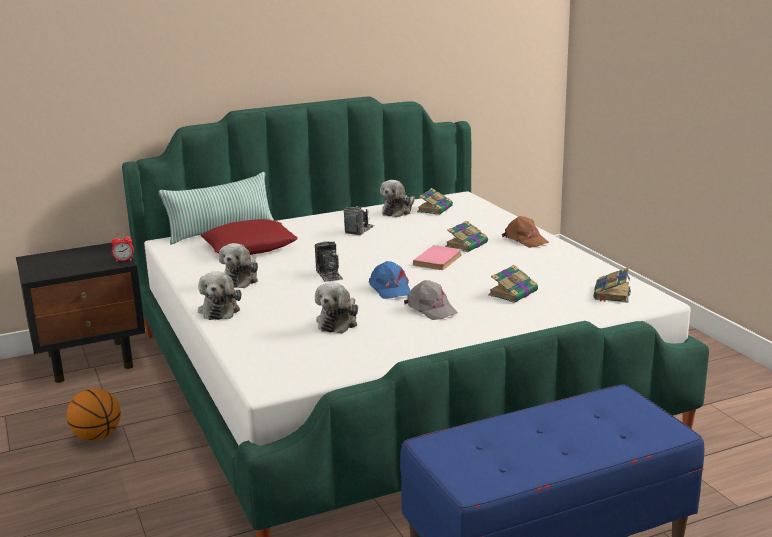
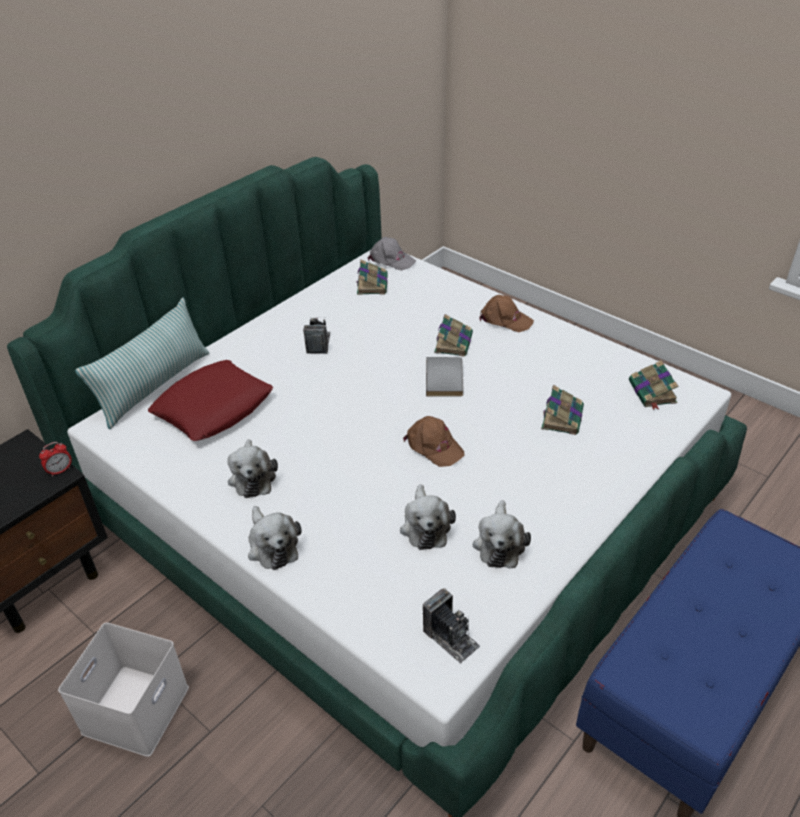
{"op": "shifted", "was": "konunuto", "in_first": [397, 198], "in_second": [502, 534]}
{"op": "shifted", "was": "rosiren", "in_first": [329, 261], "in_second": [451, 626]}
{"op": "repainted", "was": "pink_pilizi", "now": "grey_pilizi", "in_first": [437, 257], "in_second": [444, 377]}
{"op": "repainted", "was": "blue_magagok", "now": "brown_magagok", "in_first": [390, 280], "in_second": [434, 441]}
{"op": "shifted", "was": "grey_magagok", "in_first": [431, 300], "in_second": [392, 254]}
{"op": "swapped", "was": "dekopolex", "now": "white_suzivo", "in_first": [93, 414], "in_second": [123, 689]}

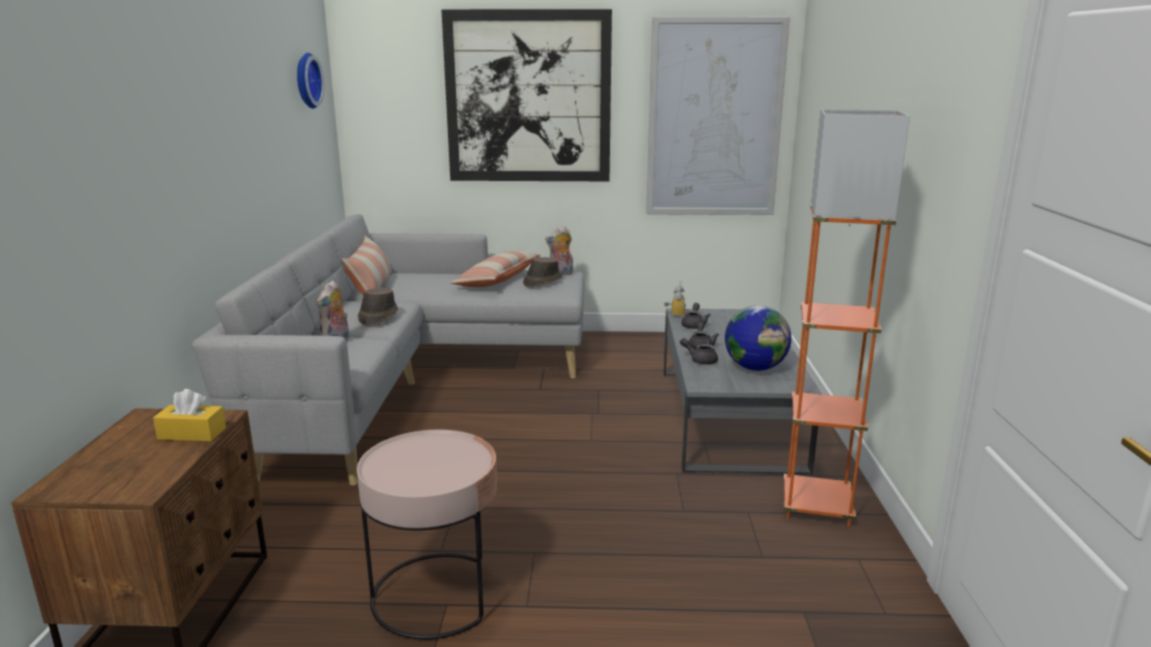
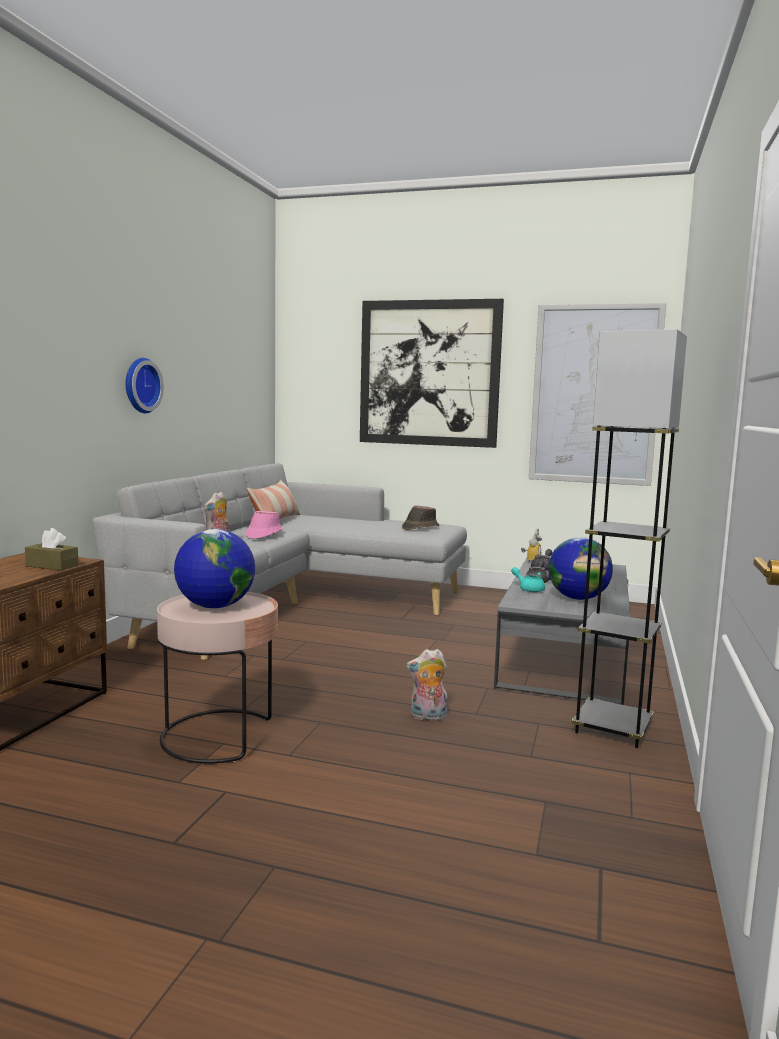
{"op": "shifted", "was": "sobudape", "in_first": [310, 81], "in_second": [144, 385]}
{"op": "repainted", "was": "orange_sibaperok", "now": "grey_sibaperok", "in_first": [847, 318], "in_second": [629, 538]}
{"op": "shifted", "was": "konunuto", "in_first": [559, 251], "in_second": [426, 685]}
{"op": "gone", "was": "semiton", "in_first": [495, 269]}
{"op": "repainted", "was": "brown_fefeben", "now": "pink_fefeben", "in_first": [378, 307], "in_second": [264, 525]}
{"op": "repainted", "was": "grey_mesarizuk", "now": "turquoise_mesarizuk", "in_first": [699, 351], "in_second": [528, 579]}
{"op": "repainted", "was": "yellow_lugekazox", "now": "brown_lugekazox", "in_first": [189, 415], "in_second": [52, 549]}
{"op": "new", "now": "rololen", "in_second": [214, 568]}

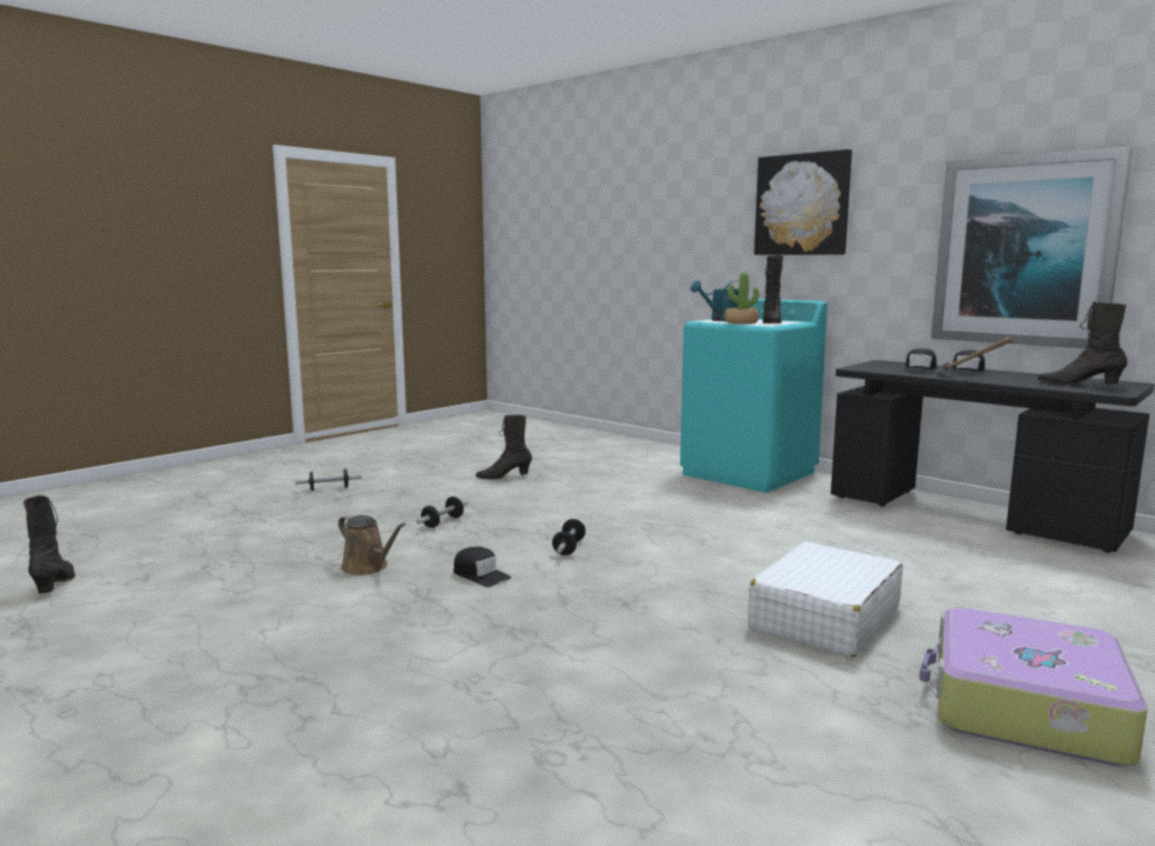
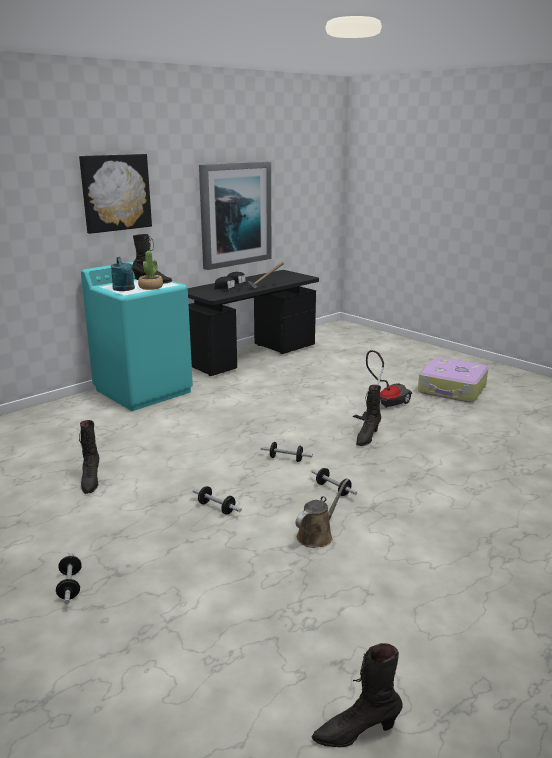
{"op": "shifted", "was": "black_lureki", "in_first": [1082, 344], "in_second": [368, 415]}
{"op": "swapped", "was": "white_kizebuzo", "now": "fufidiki", "in_first": [825, 599], "in_second": [382, 385]}
{"op": "swapped", "was": "black_magagok", "now": "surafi", "in_first": [482, 567], "in_second": [334, 482]}

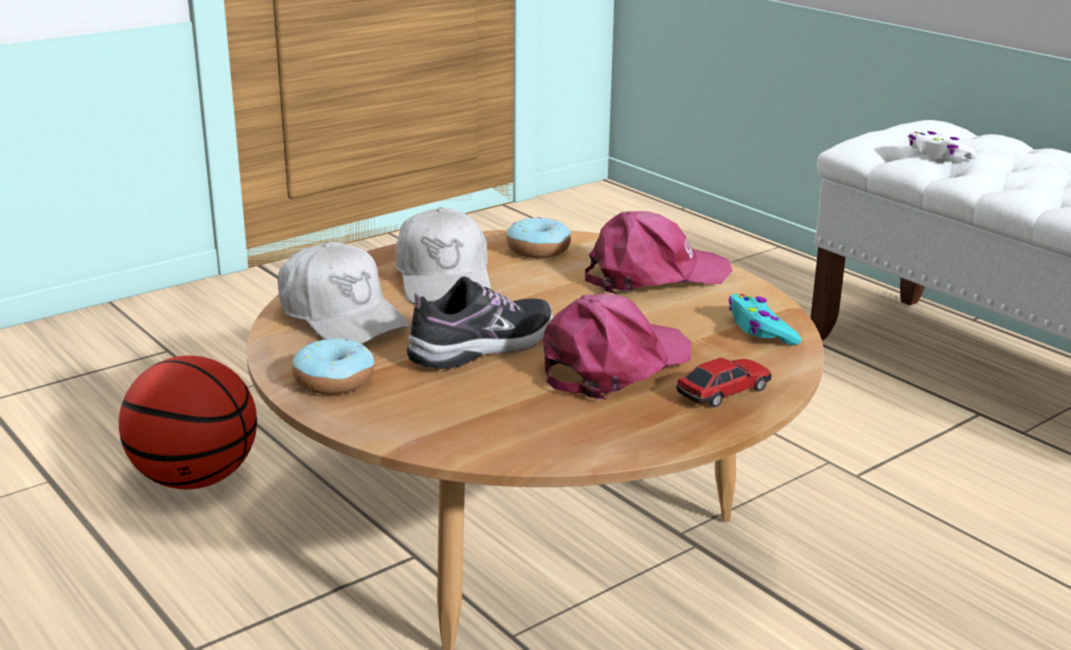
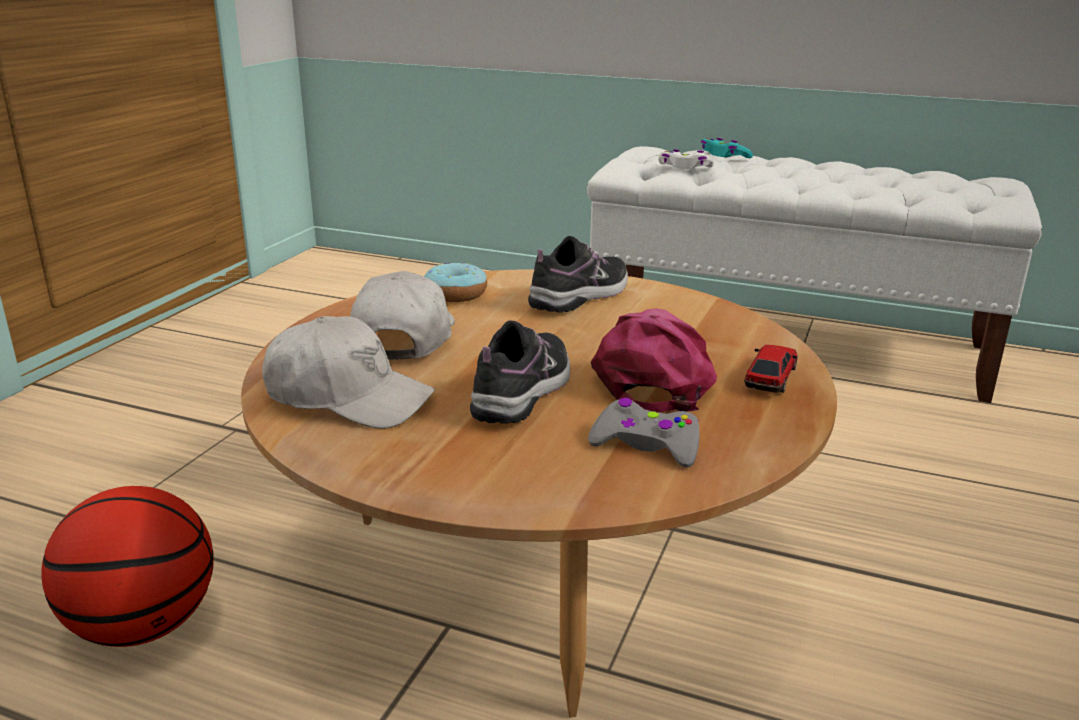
{"op": "rotated", "was": "white_magagok", "in_first": [443, 255], "in_second": [402, 315], "clockwise": -135}
{"op": "swapped", "was": "pink_magagok", "now": "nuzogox", "in_first": [658, 252], "in_second": [578, 274]}
{"op": "shifted", "was": "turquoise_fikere", "in_first": [765, 320], "in_second": [727, 148]}
{"op": "gone", "was": "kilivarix", "in_first": [333, 365]}
{"op": "new", "now": "grey_fikere", "in_second": [644, 433]}

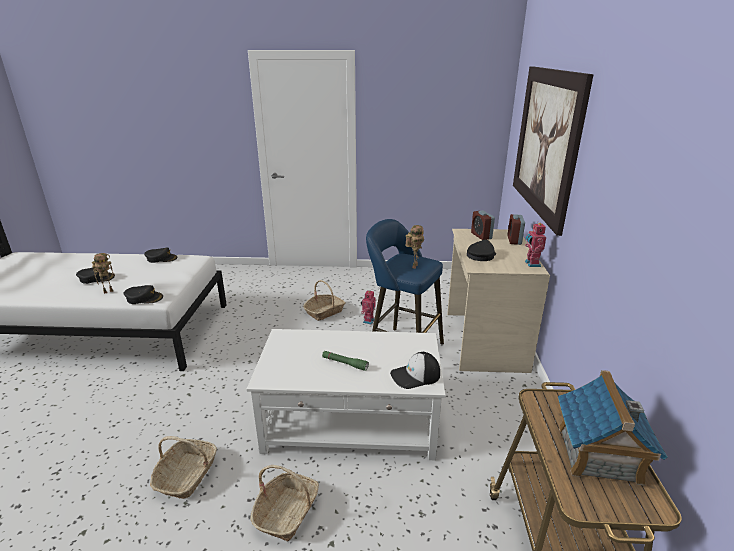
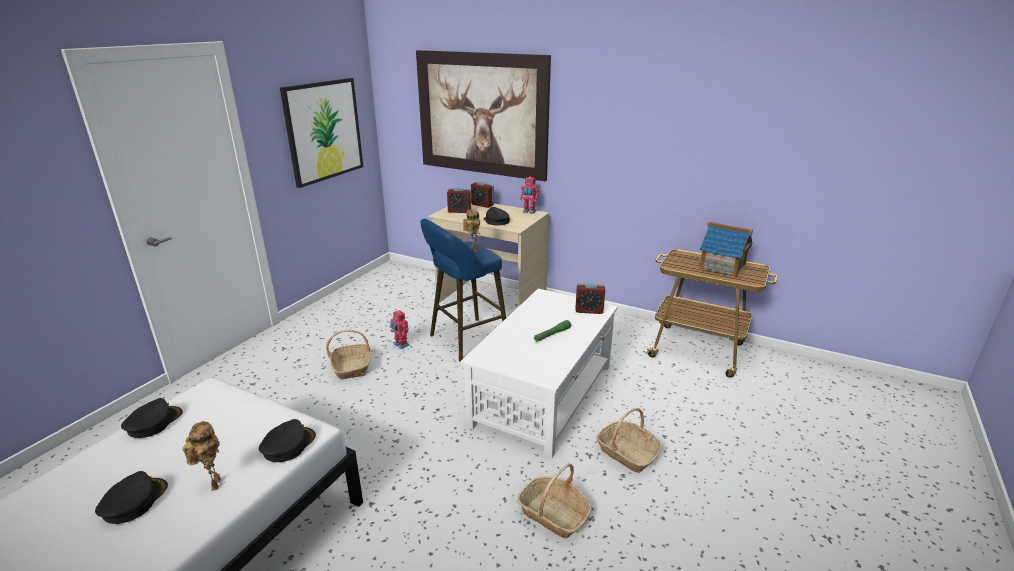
{"op": "swapped", "was": "magagok", "now": "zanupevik", "in_first": [415, 370], "in_second": [590, 298]}
{"op": "new", "now": "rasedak", "in_second": [321, 133]}

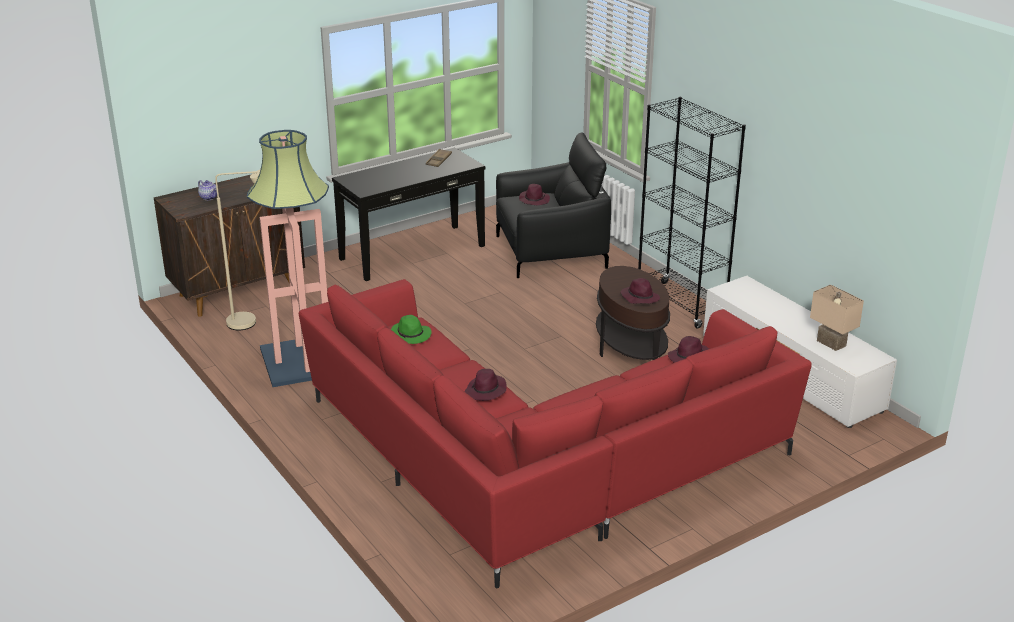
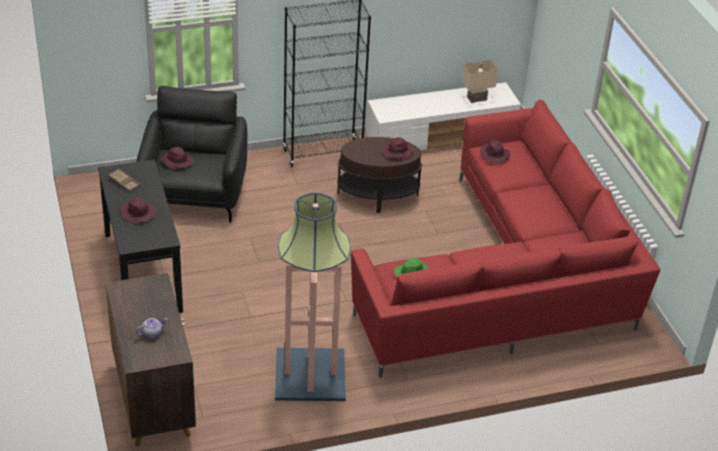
{"op": "gone", "was": "beige_sibaperok", "in_first": [237, 250]}
{"op": "shifted", "was": "purple_fefeben", "in_first": [486, 385], "in_second": [138, 210]}

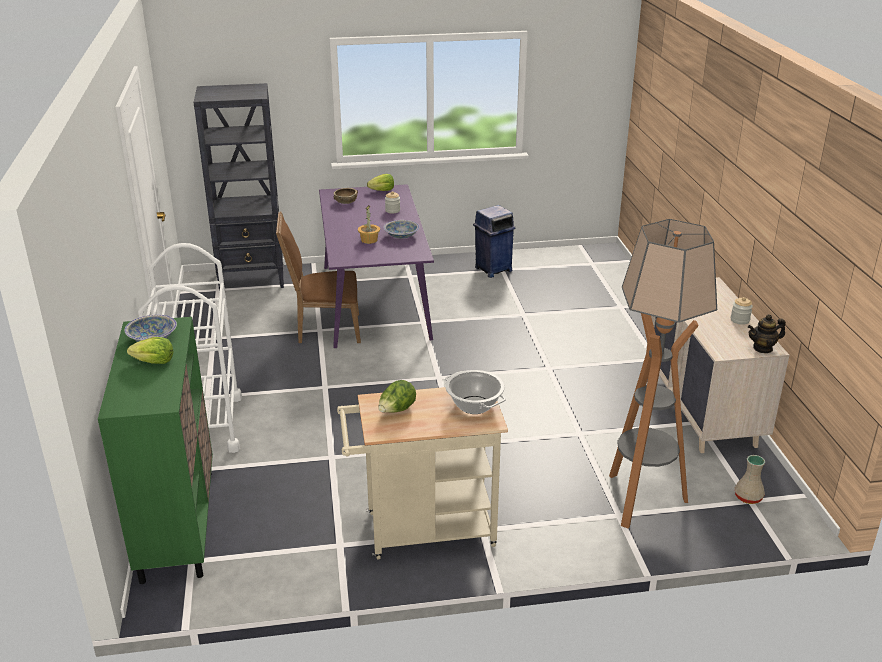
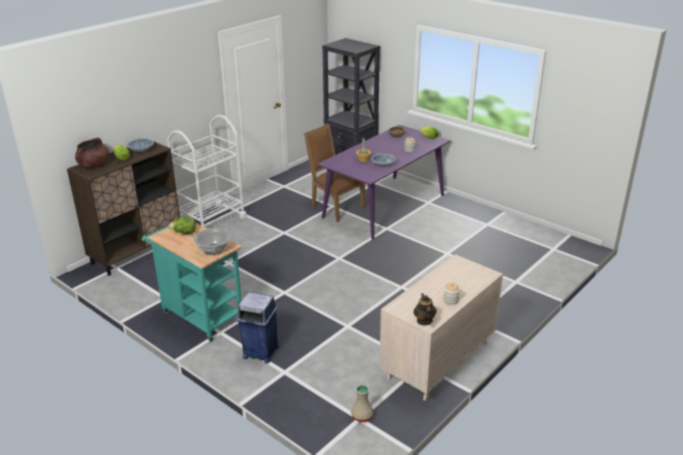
{"op": "shifted", "was": "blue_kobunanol", "in_first": [494, 241], "in_second": [257, 327]}
{"op": "gone", "was": "sibaperok", "in_first": [663, 374]}
{"op": "rotated", "was": "mesarizuk", "in_first": [767, 333], "in_second": [425, 309], "clockwise": 45}
{"op": "repainted", "was": "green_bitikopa", "now": "brown_bitikopa", "in_first": [155, 450], "in_second": [123, 209]}
{"op": "repainted", "was": "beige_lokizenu", "now": "turquoise_lokizenu", "in_first": [422, 473], "in_second": [192, 282]}
{"op": "new", "now": "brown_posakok", "in_second": [92, 152]}

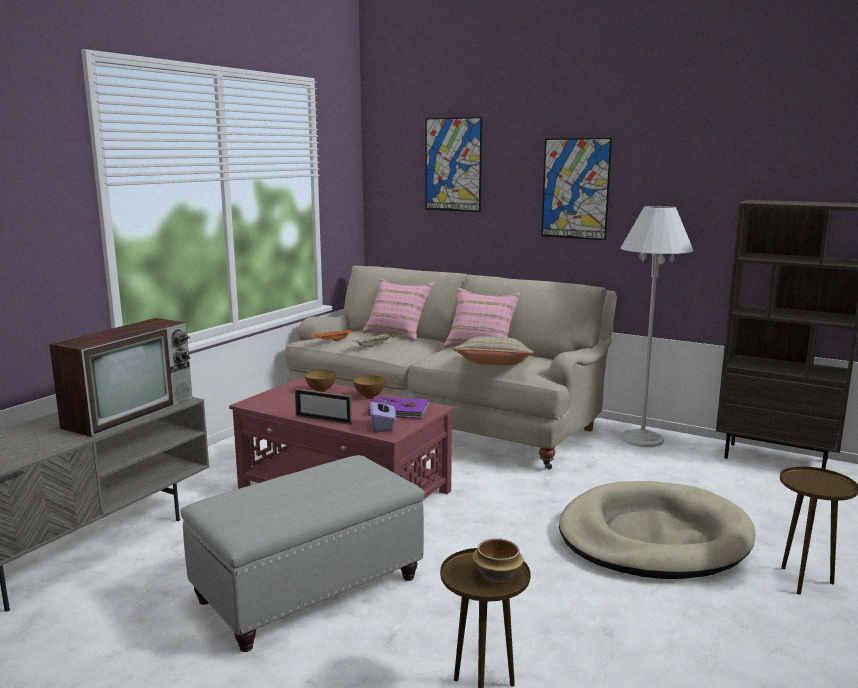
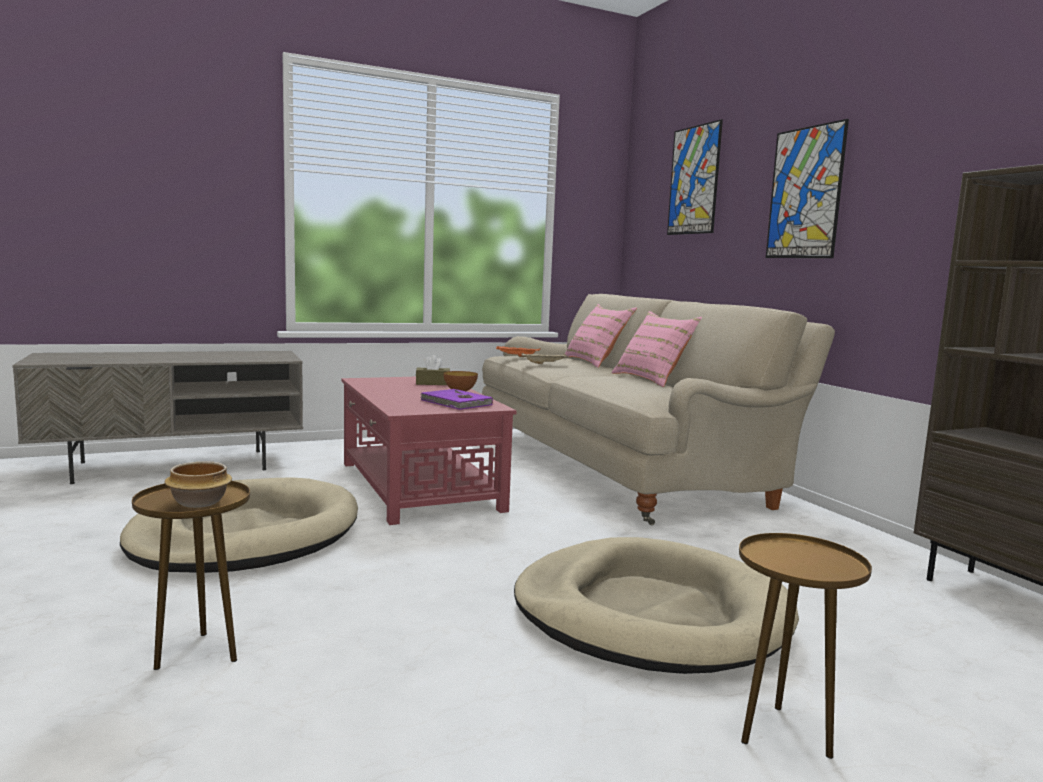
{"op": "gone", "was": "white_sibaperok", "in_first": [657, 326]}
{"op": "gone", "was": "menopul", "in_first": [120, 377]}
{"op": "gone", "was": "beige_semiton", "in_first": [493, 350]}
{"op": "swapped", "was": "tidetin", "now": "brown_lugekazox", "in_first": [320, 381], "in_second": [433, 370]}
{"op": "gone", "was": "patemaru", "in_first": [323, 406]}
{"op": "gone", "was": "purple_lugekazox", "in_first": [383, 415]}
{"op": "swapped", "was": "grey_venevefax", "now": "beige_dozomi", "in_first": [302, 553], "in_second": [239, 525]}

